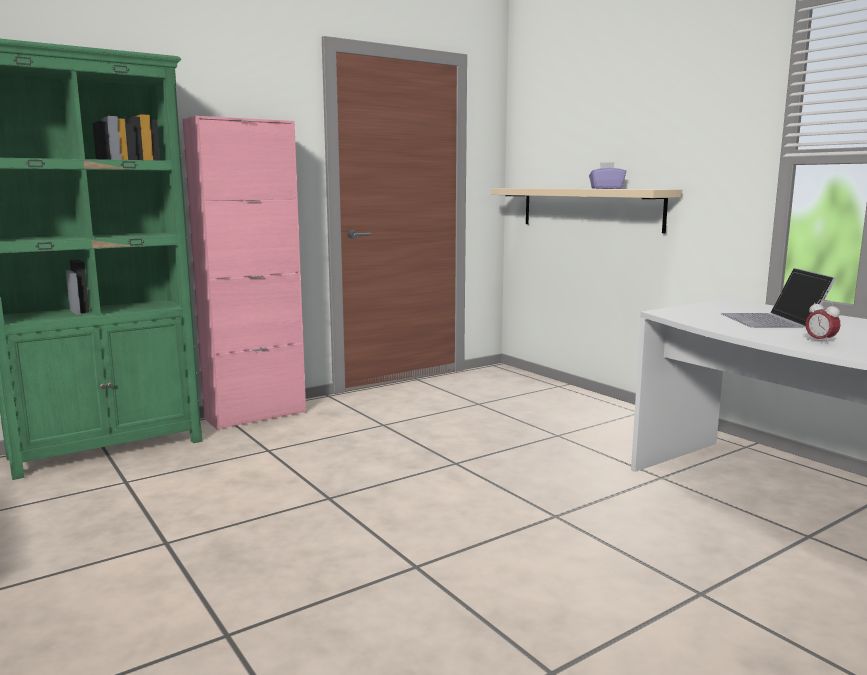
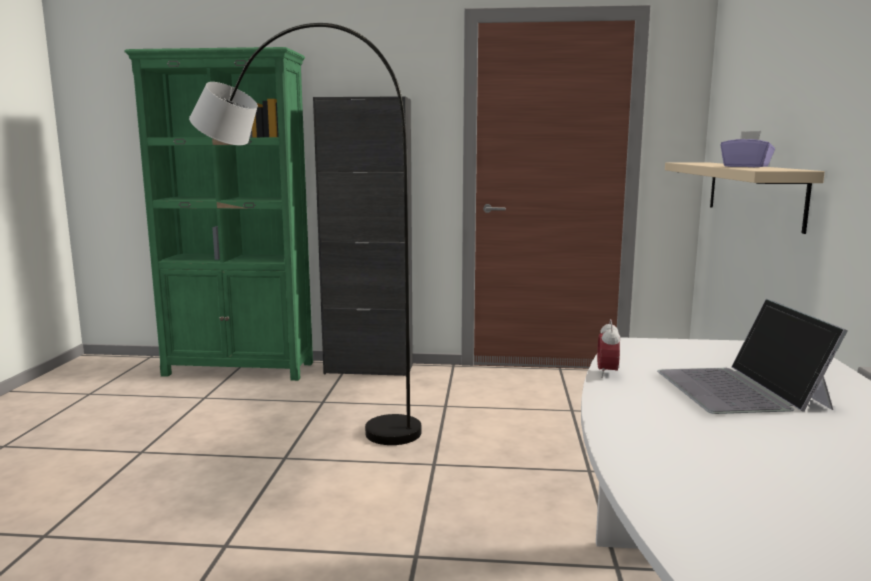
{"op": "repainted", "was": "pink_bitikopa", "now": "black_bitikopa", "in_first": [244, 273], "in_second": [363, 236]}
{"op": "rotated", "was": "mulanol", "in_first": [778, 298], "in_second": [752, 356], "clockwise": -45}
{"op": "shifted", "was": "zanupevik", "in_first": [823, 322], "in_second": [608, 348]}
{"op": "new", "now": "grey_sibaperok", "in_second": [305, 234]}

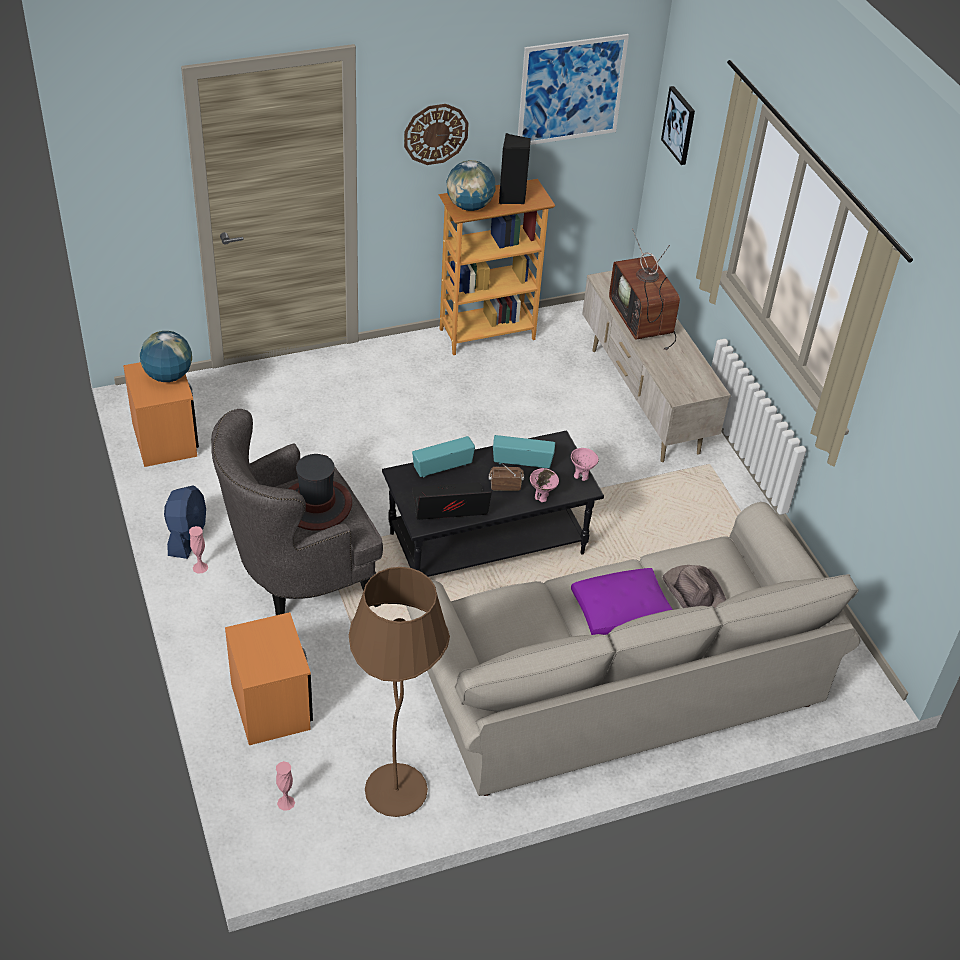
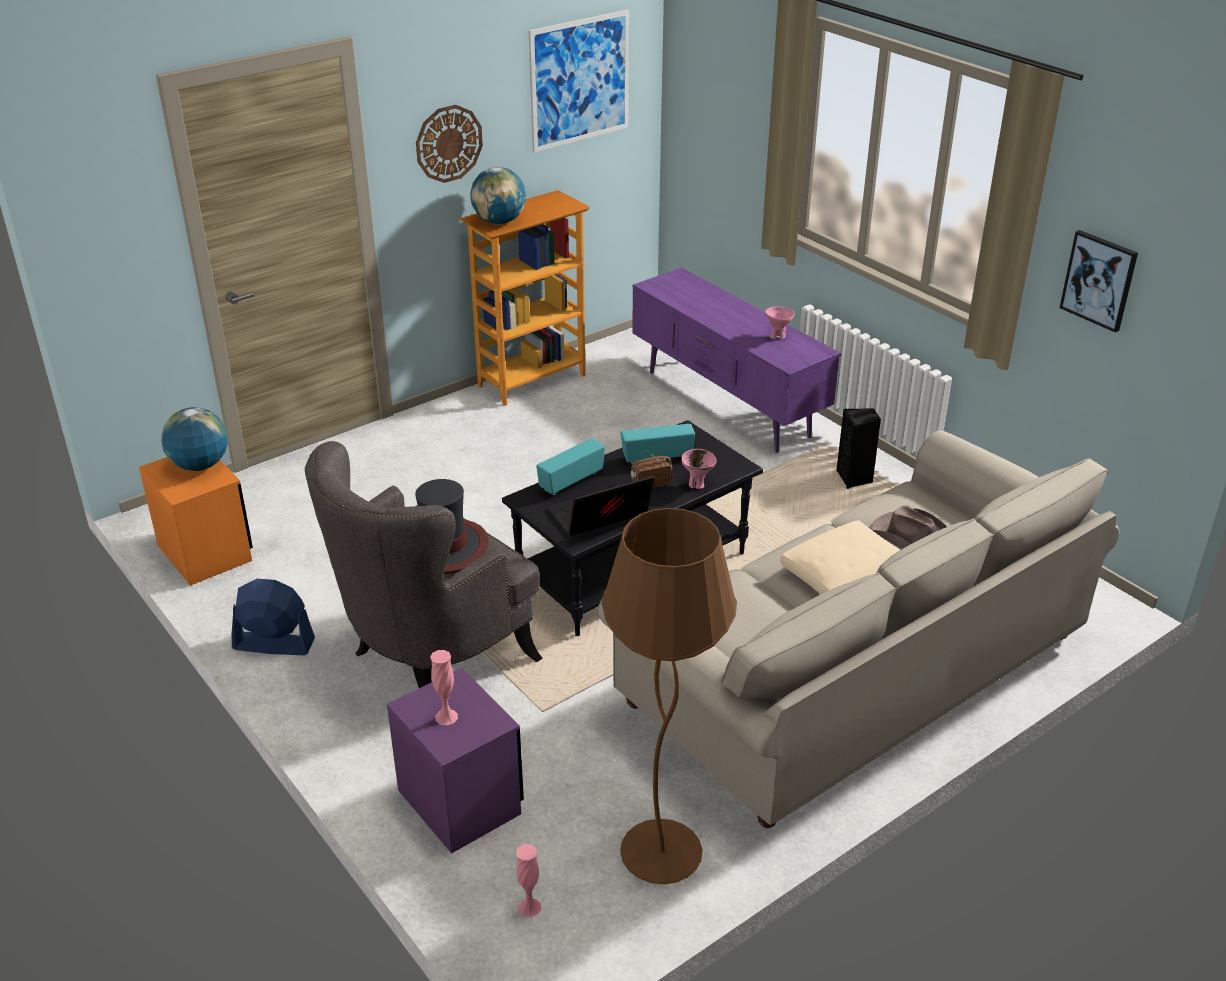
{"op": "shifted", "was": "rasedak", "in_first": [678, 125], "in_second": [1099, 281]}
{"op": "shifted", "was": "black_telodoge", "in_first": [515, 168], "in_second": [858, 448]}
{"op": "gone", "was": "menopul", "in_first": [644, 289]}
{"op": "repainted", "was": "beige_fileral", "now": "purple_fileral", "in_first": [656, 366], "in_second": [736, 360]}
{"op": "shifted", "was": "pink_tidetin", "in_first": [585, 464], "in_second": [780, 322]}
{"op": "rotated", "was": "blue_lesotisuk", "in_first": [185, 522], "in_second": [273, 617], "clockwise": -75}
{"op": "shifted", "was": "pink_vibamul", "in_first": [198, 550], "in_second": [444, 687]}
{"op": "repainted", "was": "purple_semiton", "now": "beige_semiton", "in_first": [622, 601], "in_second": [840, 557]}
{"op": "repainted", "was": "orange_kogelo", "now": "purple_kogelo", "in_first": [269, 678], "in_second": [455, 761]}

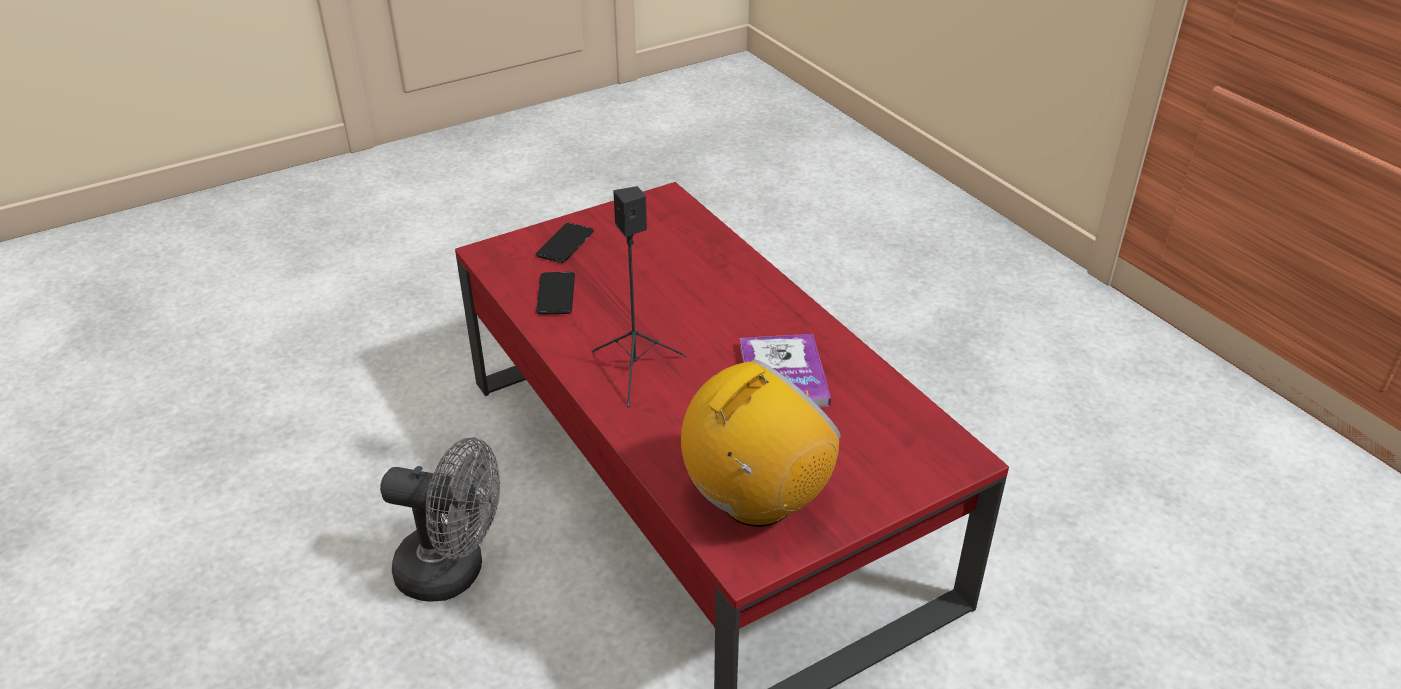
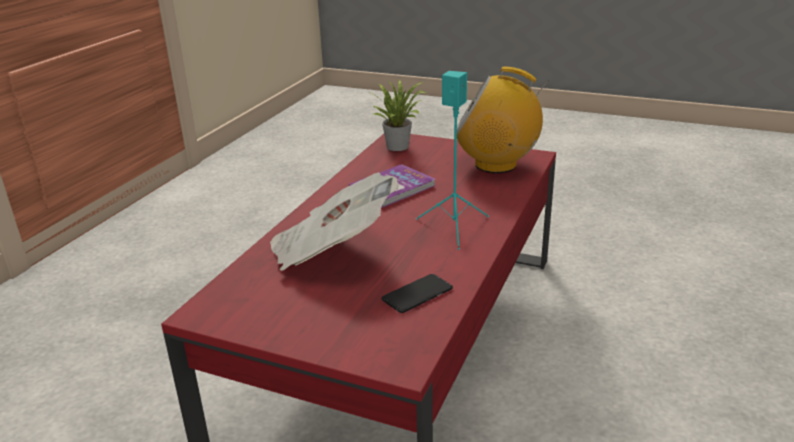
{"op": "repainted", "was": "black_telodoge", "now": "turquoise_telodoge", "in_first": [639, 296], "in_second": [452, 160]}
{"op": "gone", "was": "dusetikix", "in_first": [565, 243]}
{"op": "gone", "was": "grey_lesotisuk", "in_first": [440, 520]}
{"op": "new", "now": "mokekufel", "in_second": [397, 115]}
{"op": "new", "now": "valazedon", "in_second": [334, 221]}

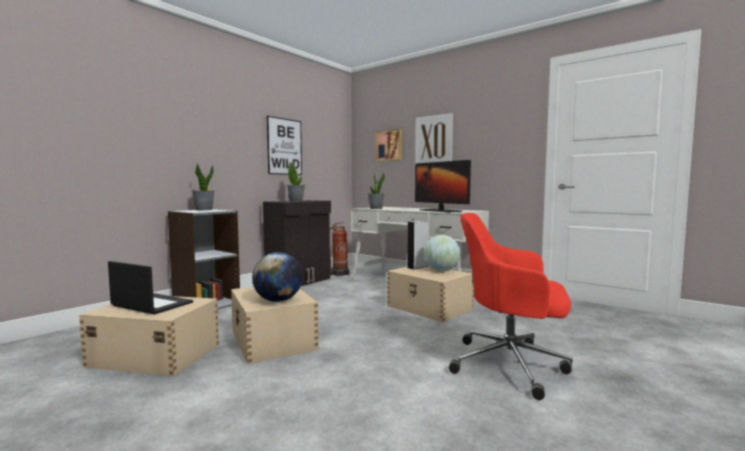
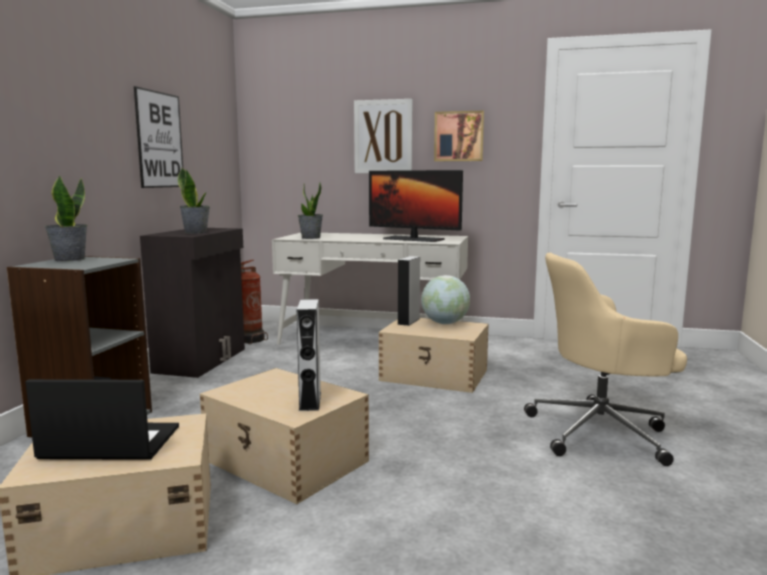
{"op": "shifted", "was": "rasedak", "in_first": [388, 145], "in_second": [459, 136]}
{"op": "repainted", "was": "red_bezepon", "now": "beige_bezepon", "in_first": [511, 306], "in_second": [605, 359]}
{"op": "swapped", "was": "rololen", "now": "grey_telodoge", "in_first": [277, 277], "in_second": [308, 355]}

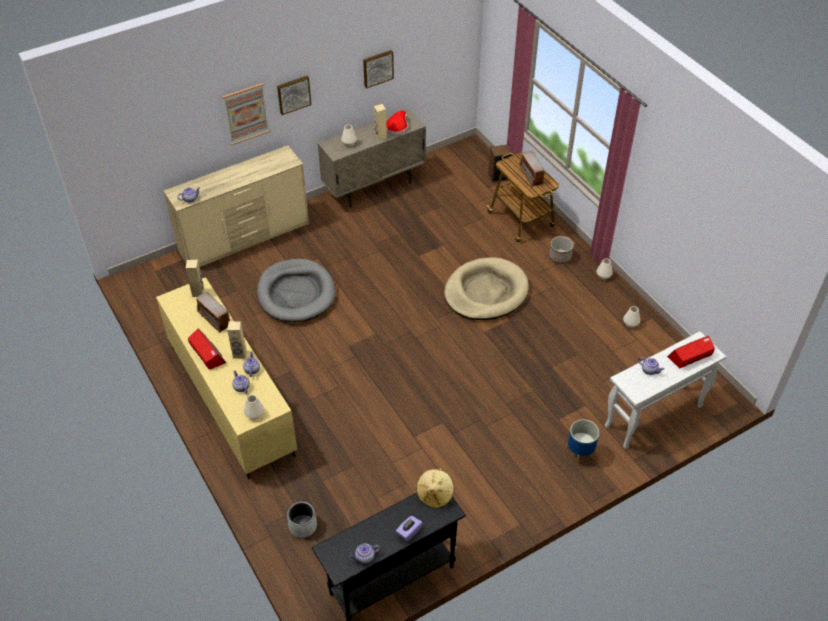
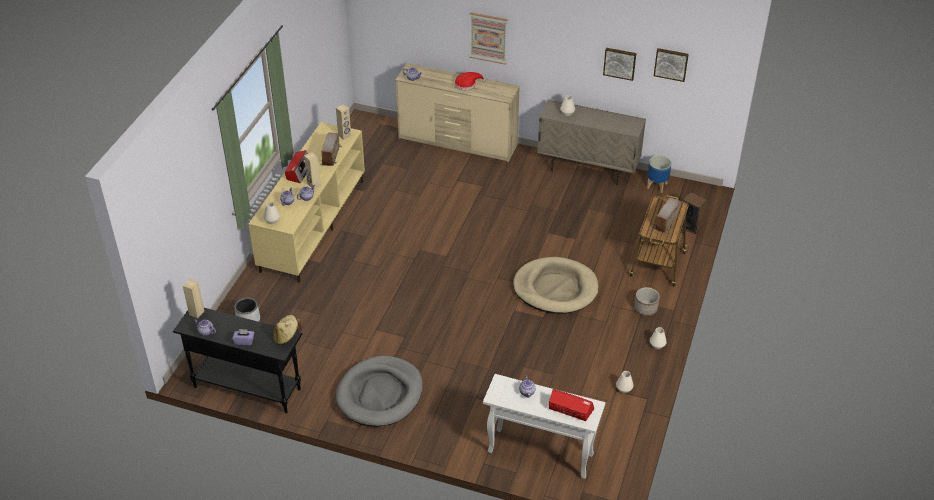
{"op": "shifted", "was": "rasedak", "in_first": [294, 95], "in_second": [671, 65]}
{"op": "shifted", "was": "beige_telodoge", "in_first": [380, 122], "in_second": [193, 298]}
{"op": "shifted", "was": "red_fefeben", "in_first": [397, 122], "in_second": [470, 81]}
{"op": "shifted", "was": "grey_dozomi", "in_first": [296, 290], "in_second": [379, 391]}
{"op": "shifted", "was": "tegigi", "in_first": [582, 442], "in_second": [659, 174]}

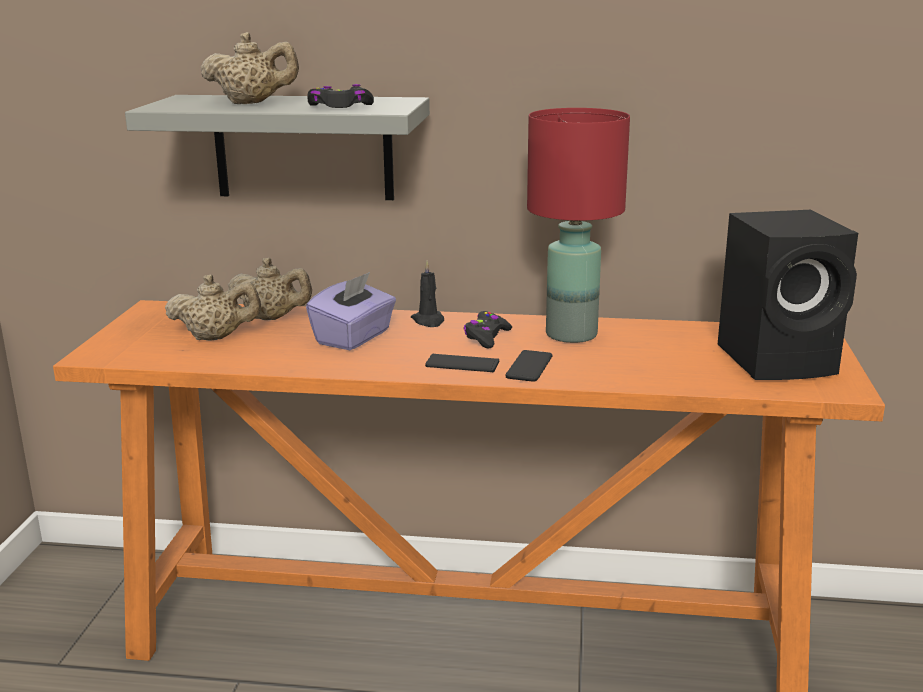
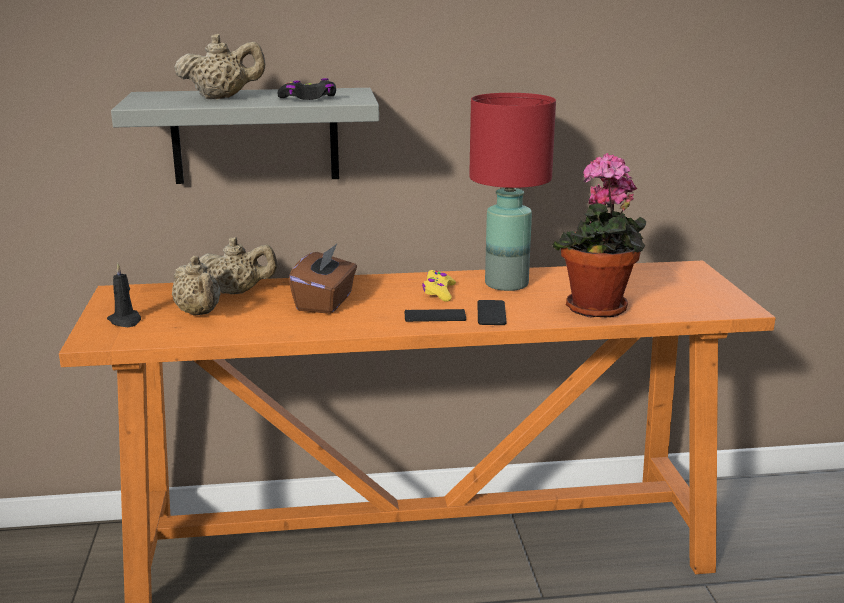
{"op": "gone", "was": "black_telodoge", "in_first": [788, 295]}
{"op": "shifted", "was": "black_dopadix", "in_first": [427, 294], "in_second": [124, 295]}
{"op": "repainted", "was": "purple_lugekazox", "now": "brown_lugekazox", "in_first": [351, 311], "in_second": [323, 279]}
{"op": "rotated", "was": "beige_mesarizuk", "in_first": [213, 307], "in_second": [196, 286], "clockwise": 75}
{"op": "repainted", "was": "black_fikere", "now": "yellow_fikere", "in_first": [487, 330], "in_second": [439, 286]}
{"op": "new", "now": "mokekufel", "in_second": [599, 235]}

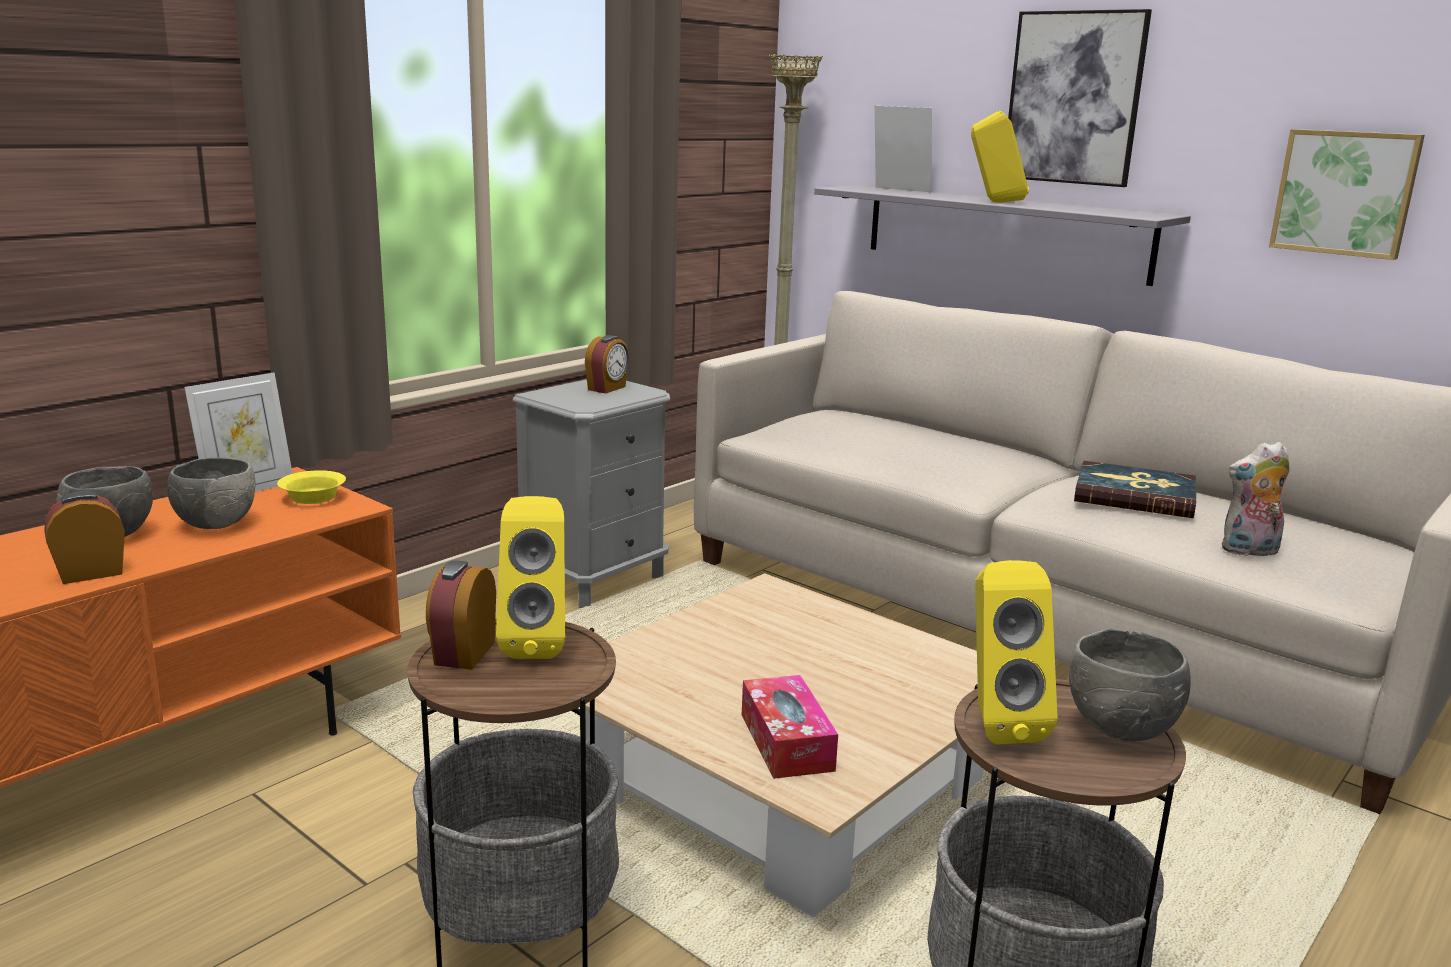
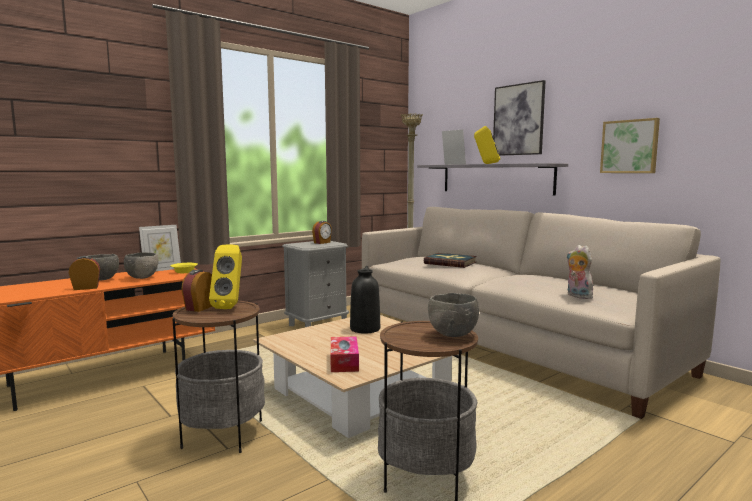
{"op": "rotated", "was": "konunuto", "in_first": [1256, 499], "in_second": [579, 272], "clockwise": 60}
{"op": "shifted", "was": "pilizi", "in_first": [1135, 489], "in_second": [450, 260]}
{"op": "gone", "was": "yellow_telodoge", "in_first": [1016, 652]}
{"op": "new", "now": "black_vibamul", "in_second": [365, 299]}

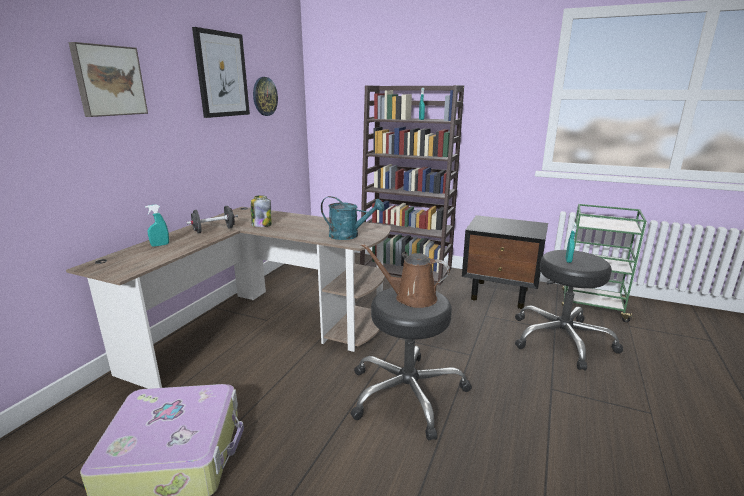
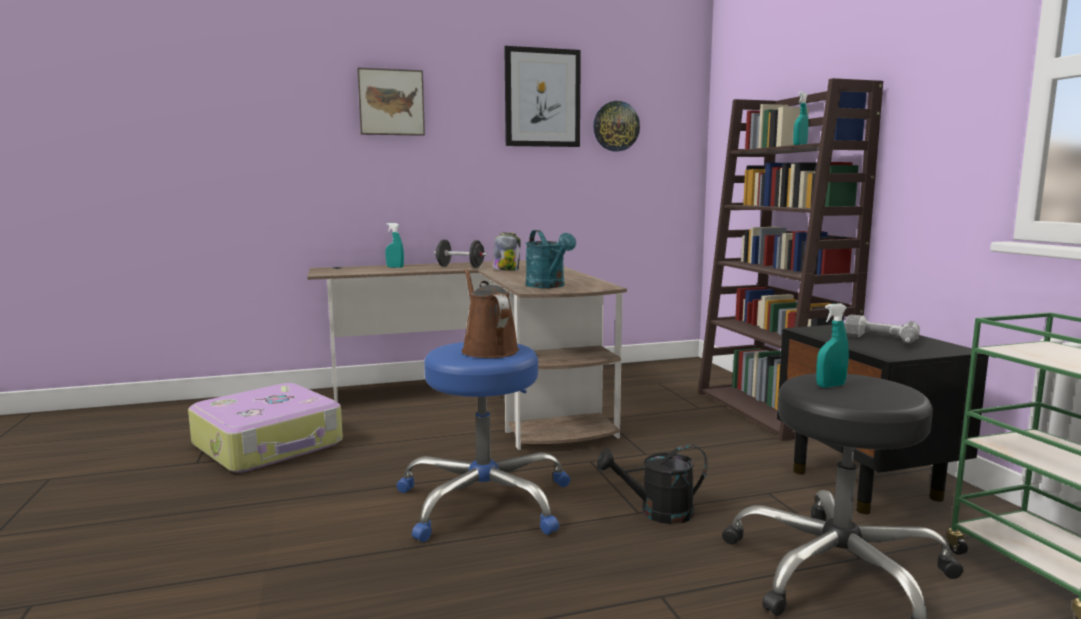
{"op": "repainted", "was": "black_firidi", "now": "blue_firidi", "in_first": [411, 363], "in_second": [484, 442]}
{"op": "new", "now": "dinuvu", "in_second": [882, 329]}
{"op": "new", "now": "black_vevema", "in_second": [652, 484]}

